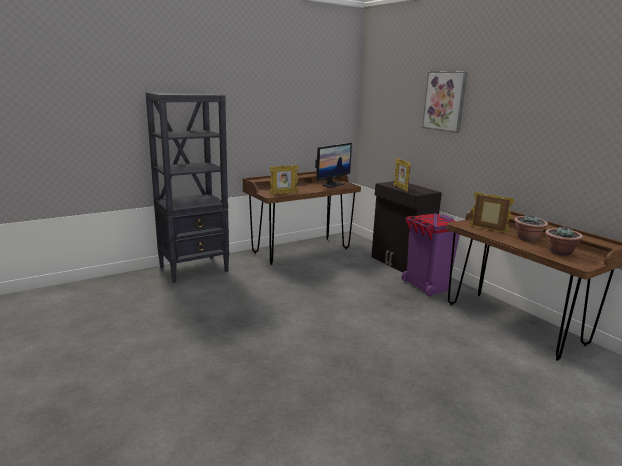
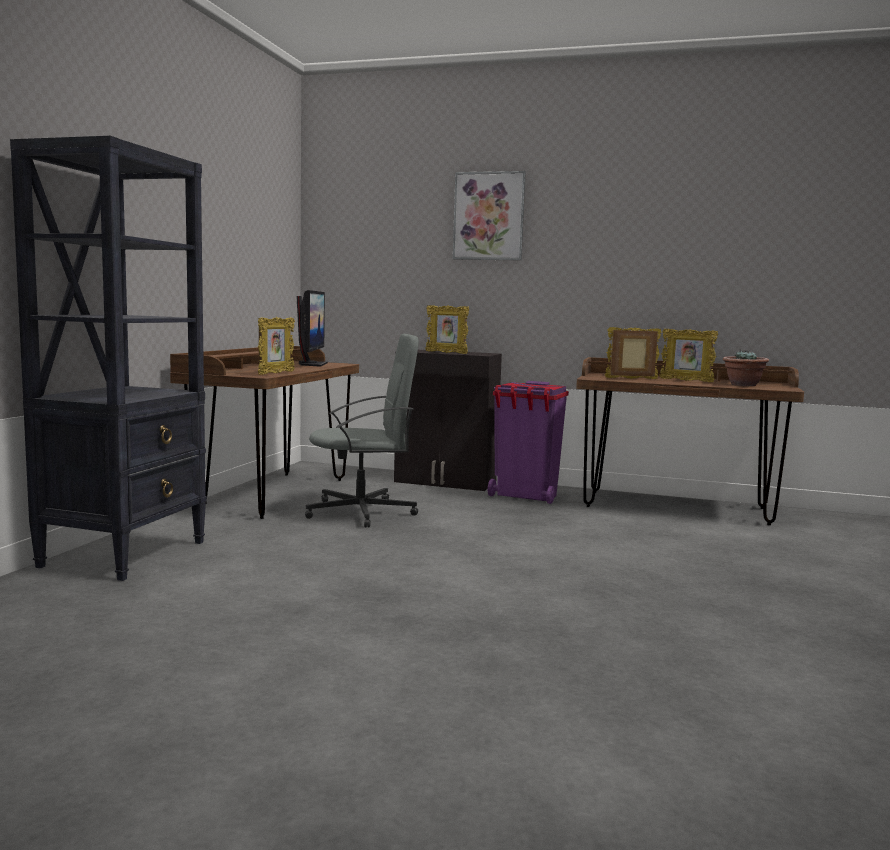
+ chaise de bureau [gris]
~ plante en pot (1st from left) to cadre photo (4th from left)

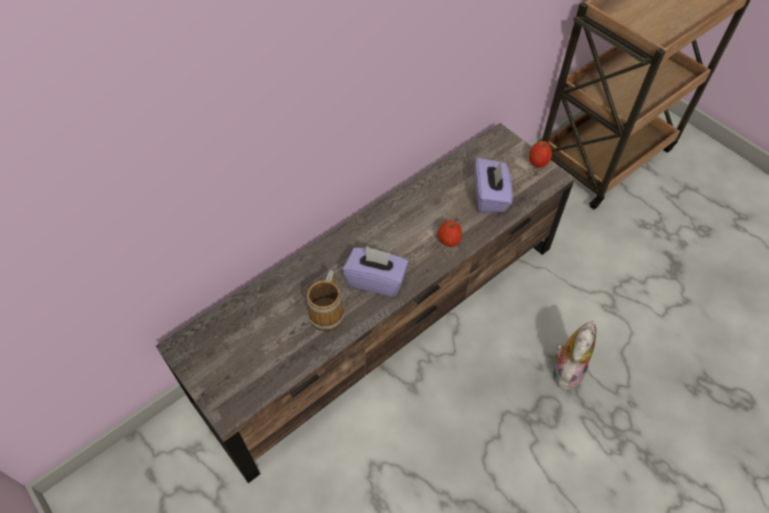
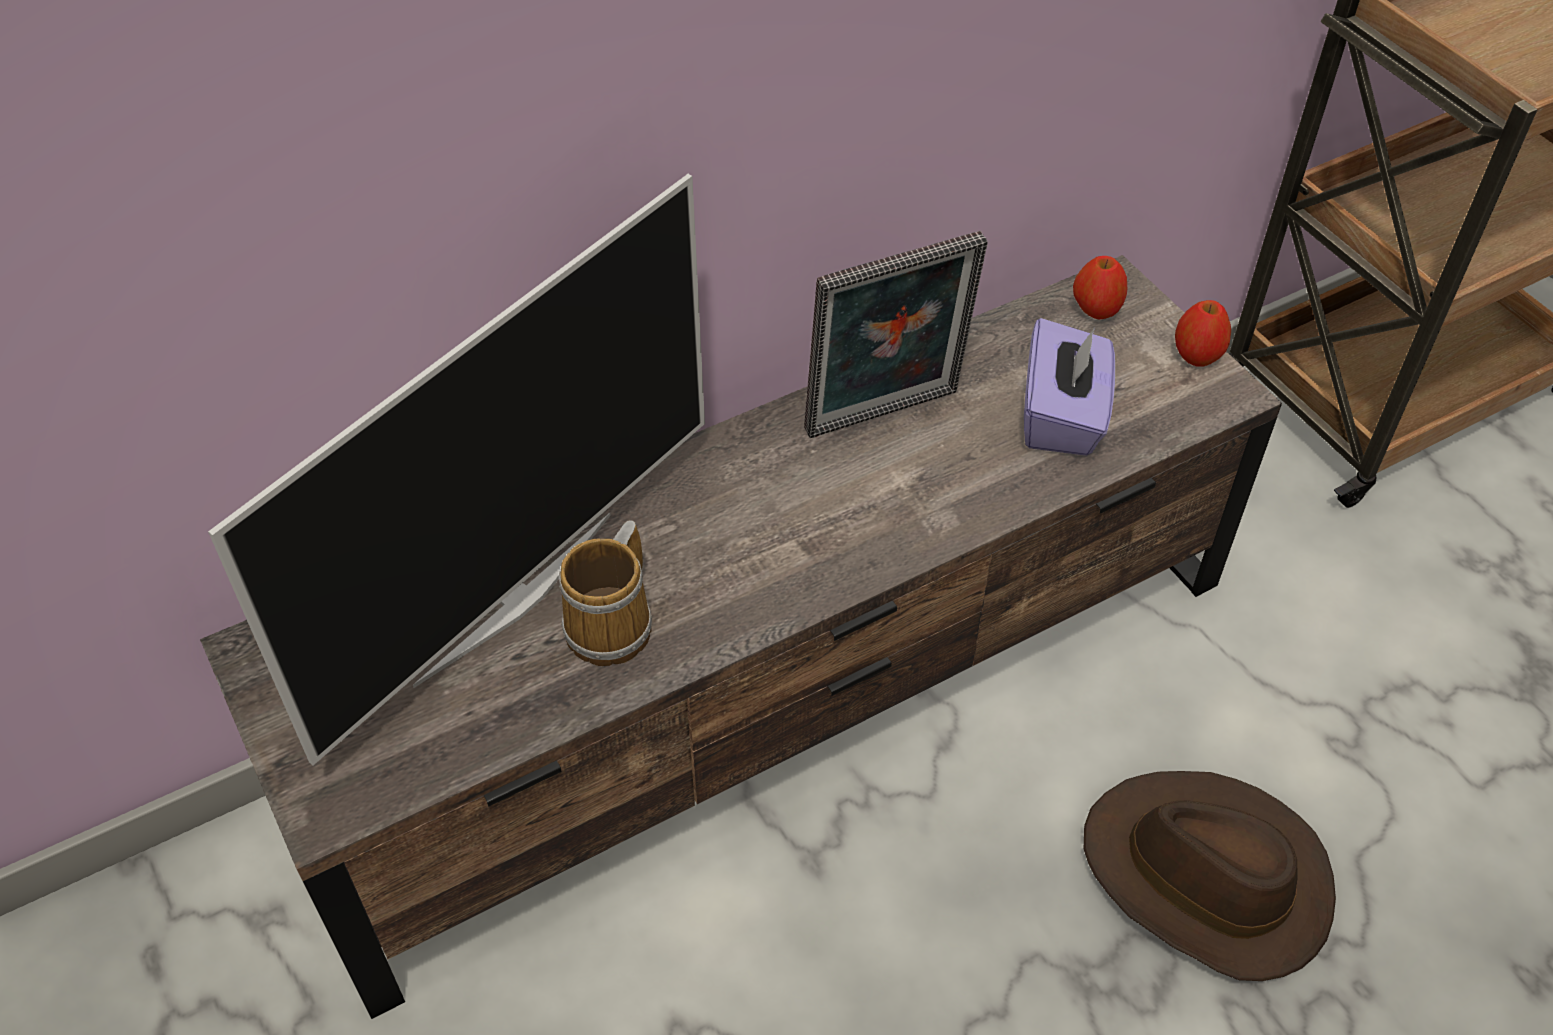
+ téléviseur
+ cadre photo
~ pomme (1st from left)
~ peluche to chapeau [marron]
- boîte à mouchoirs [violet] (1st from left)

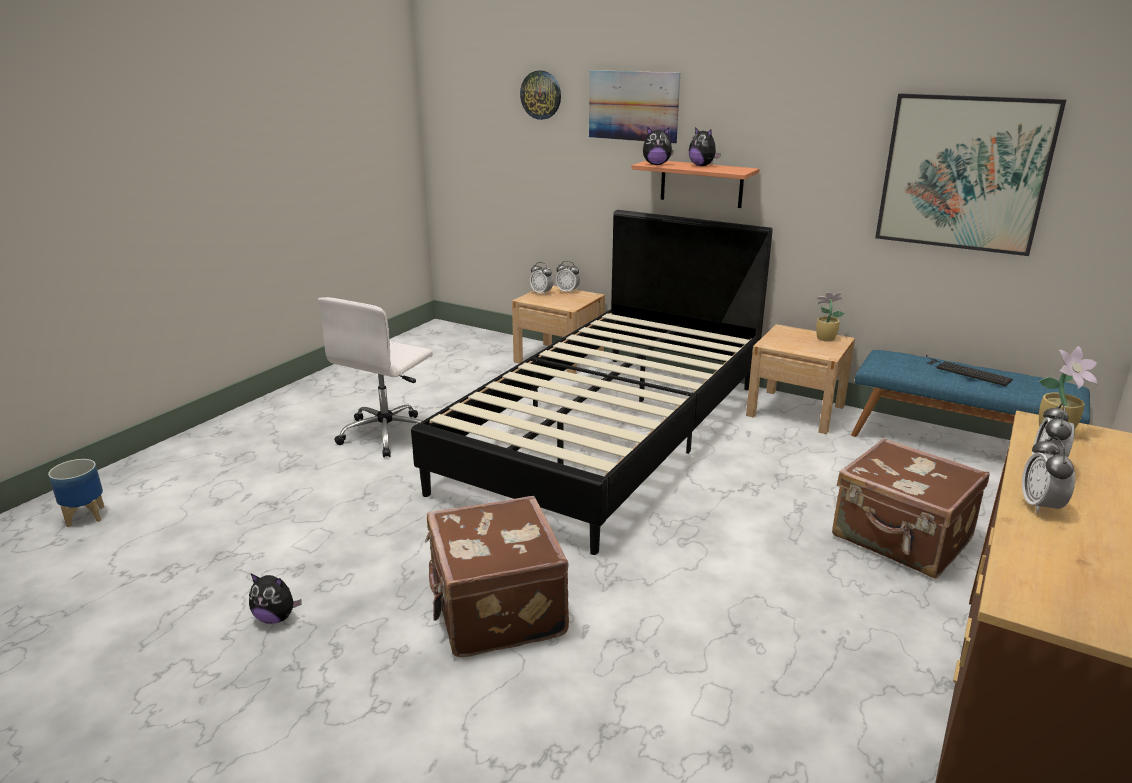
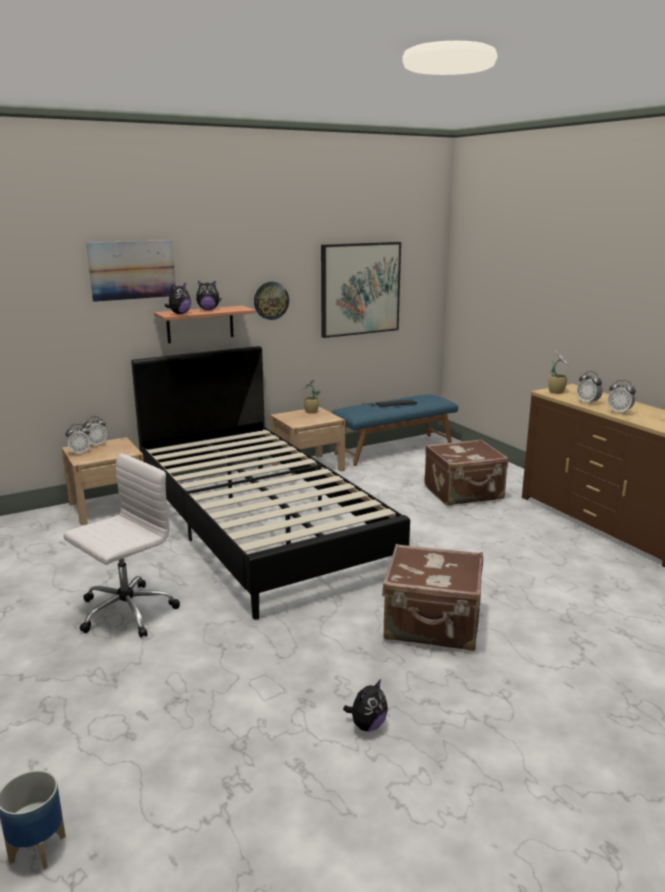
~ chaise de bureau [blanc] 105 degrees counterclockwise
~ horloge murale

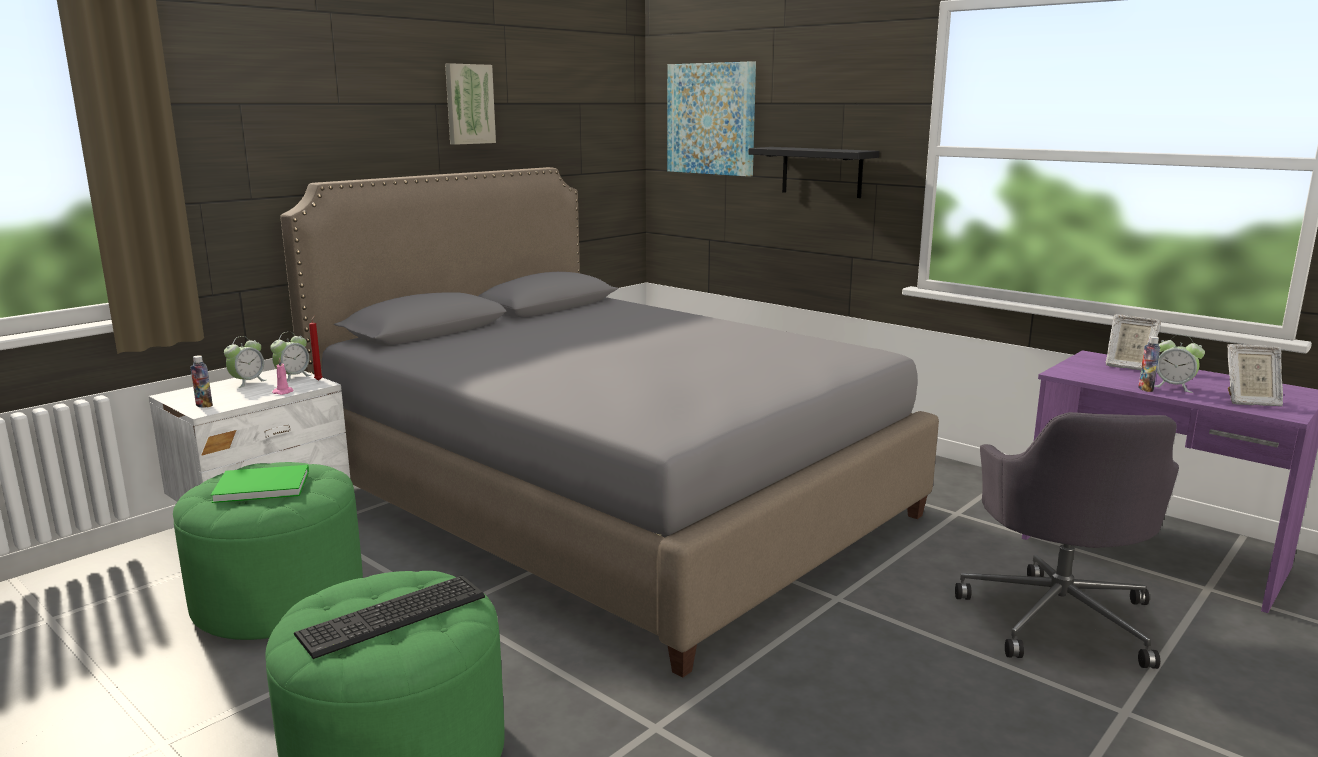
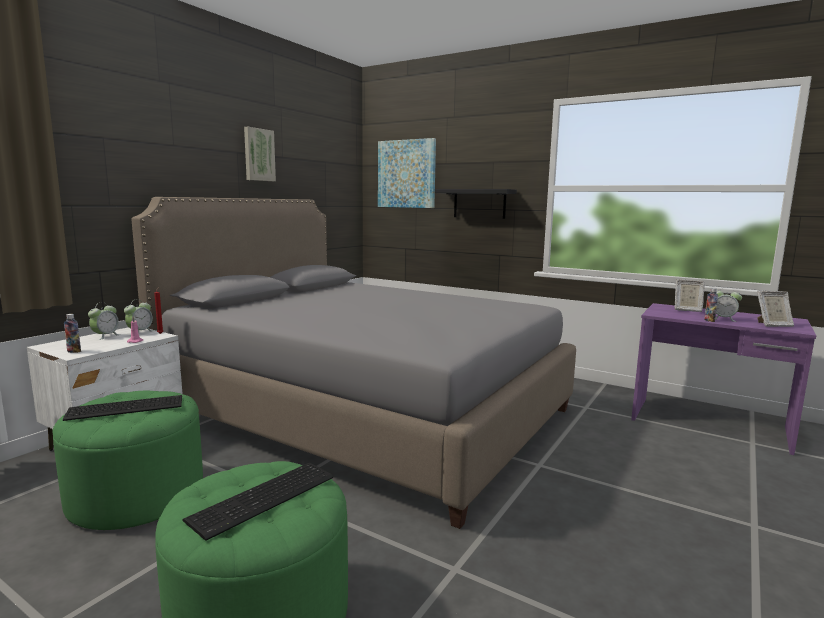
~ livre [vert] to clavier (1st from left)
- chaise de bureau [gris]

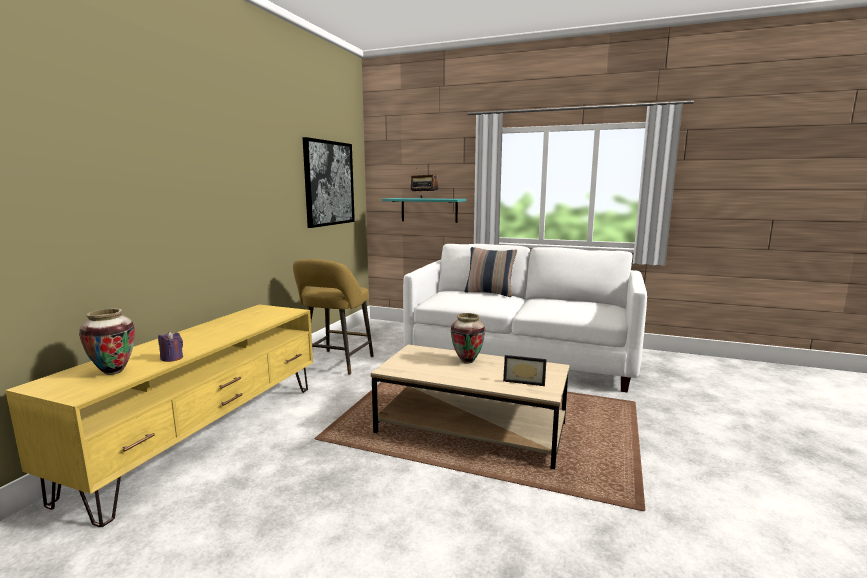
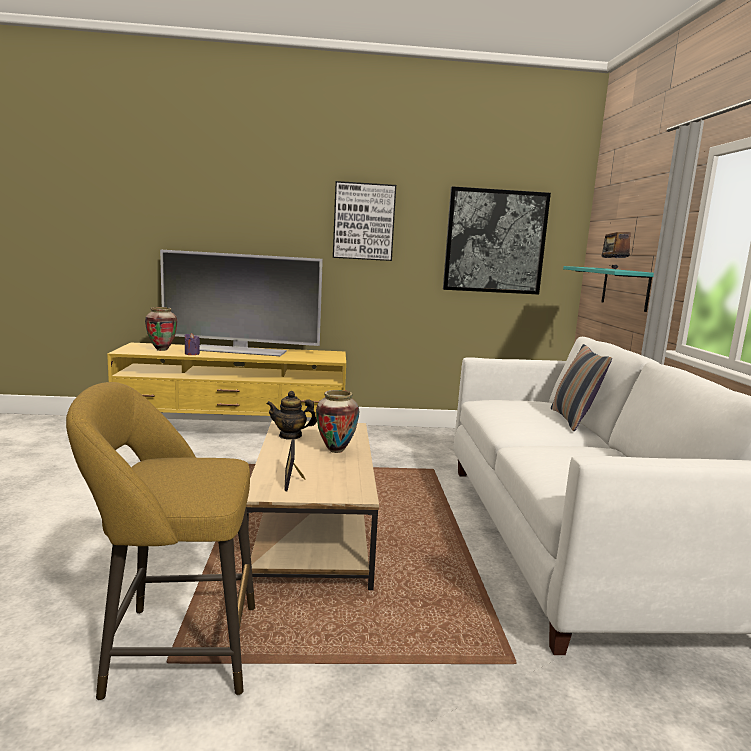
~ tabouret [jaune]
+ téléviseur
+ théière
+ tableau (1st from left)

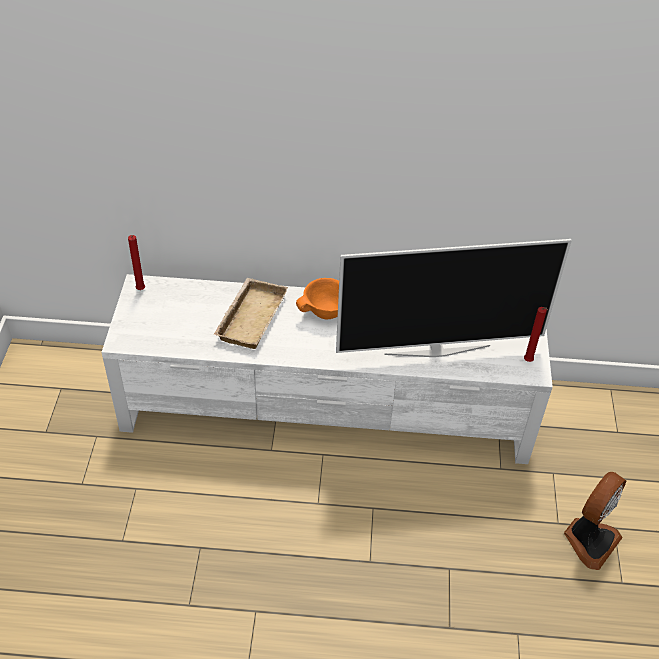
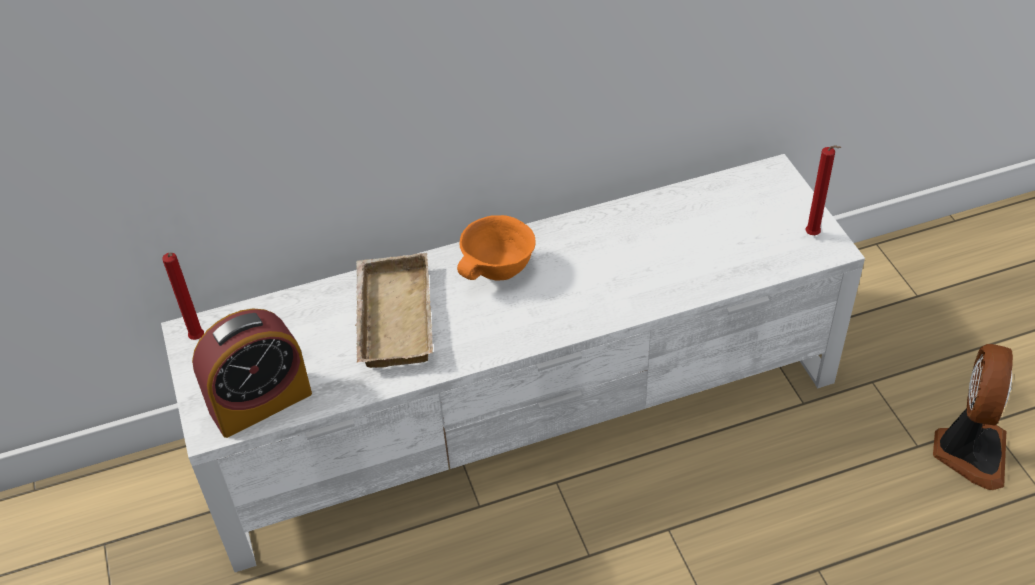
+ réveil
- téléviseur

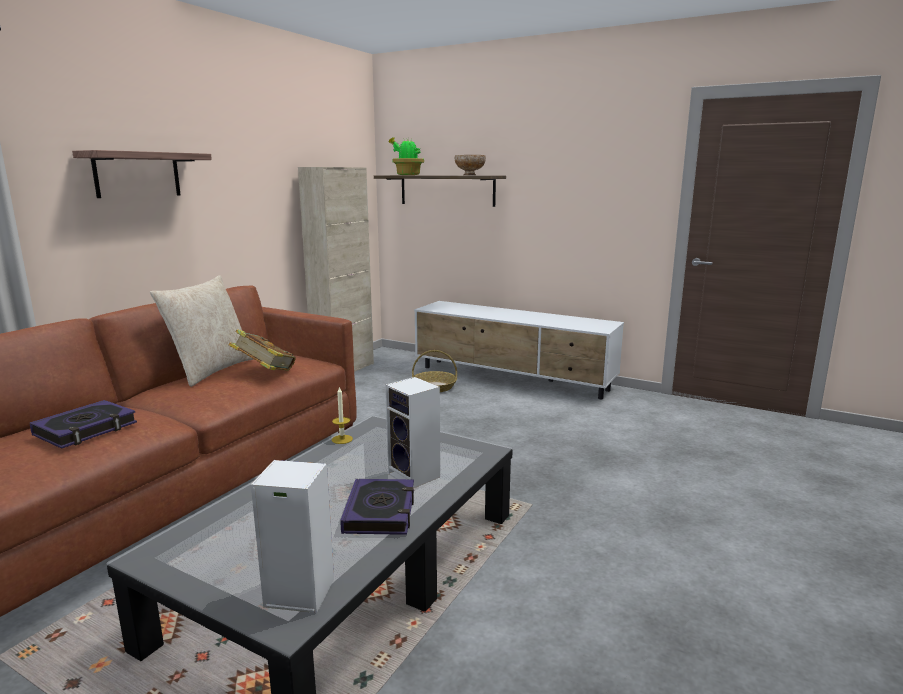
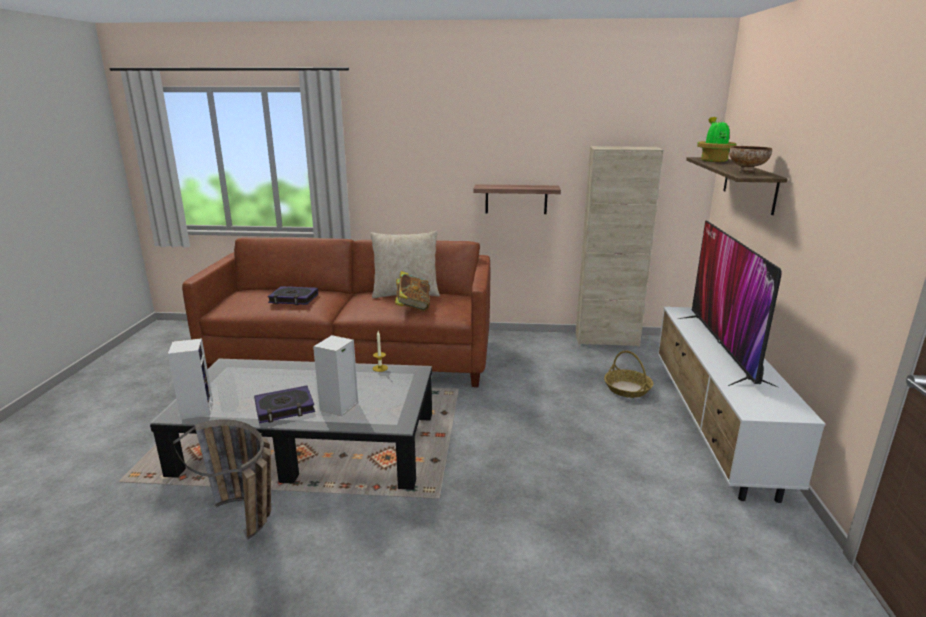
+ panier (1st from left)
~ étagère (1st from left)
+ téléviseur

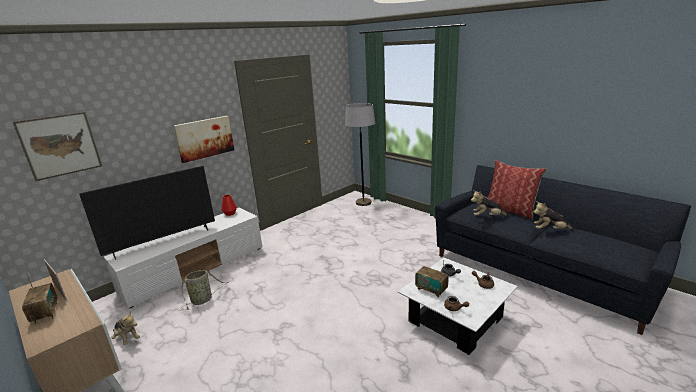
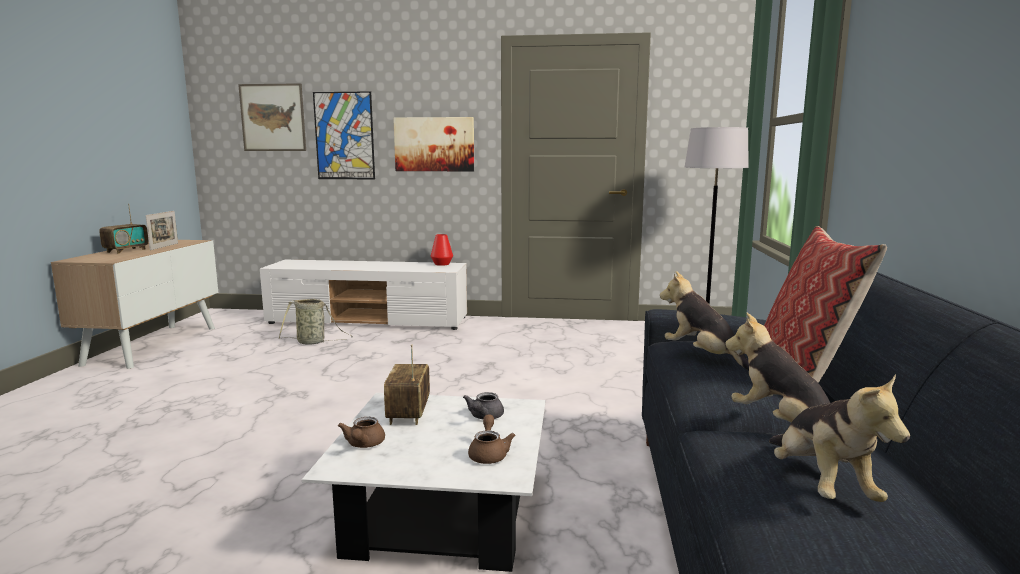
+ tableau (2nd from left)
~ peluche (1st from left in the first image) to peluche (3rd from left)
- téléviseur

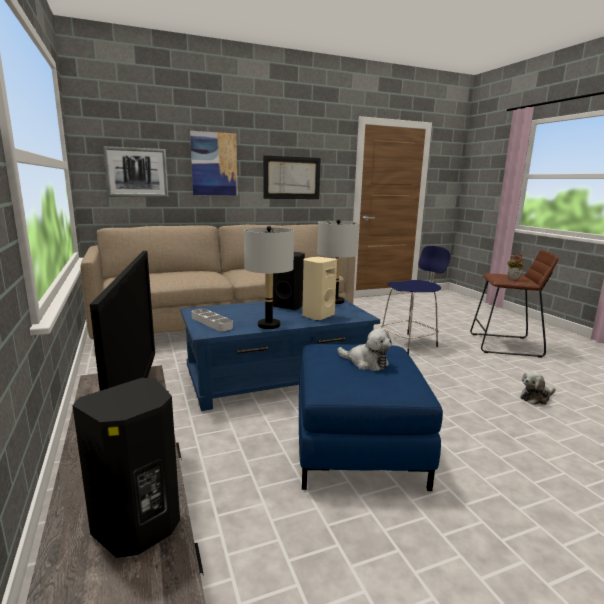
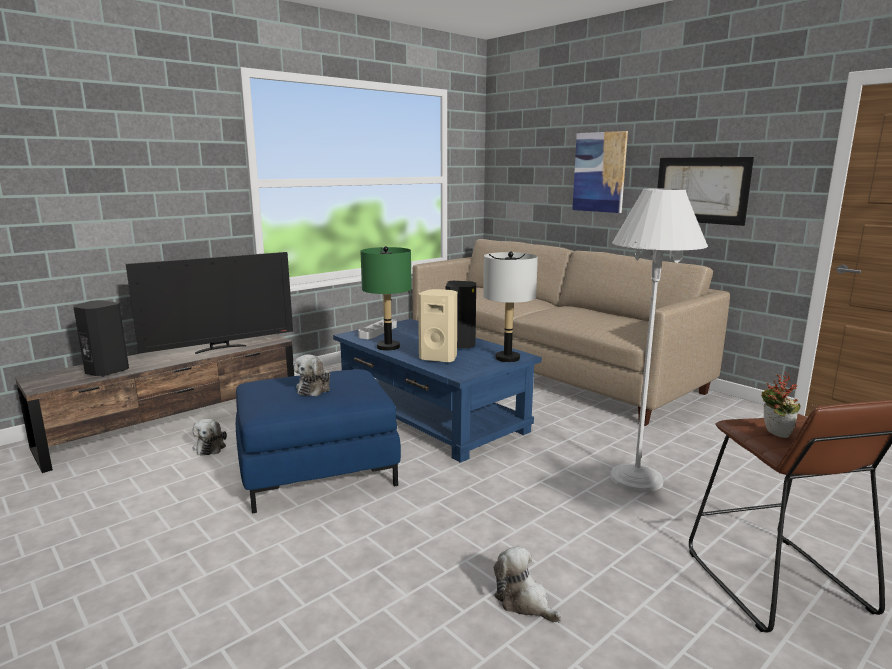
+ peluche (1st from left)
~ lampe de table [gris] (1st from left) to lampe de table [vert]
~ tabouret [bleu] to lampadaire [blanc]
- tableau (1st from left)

